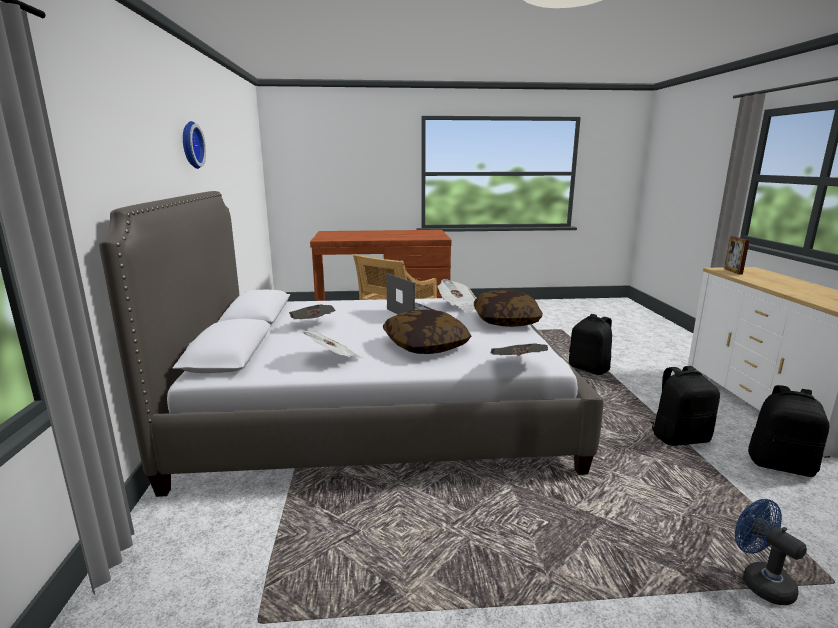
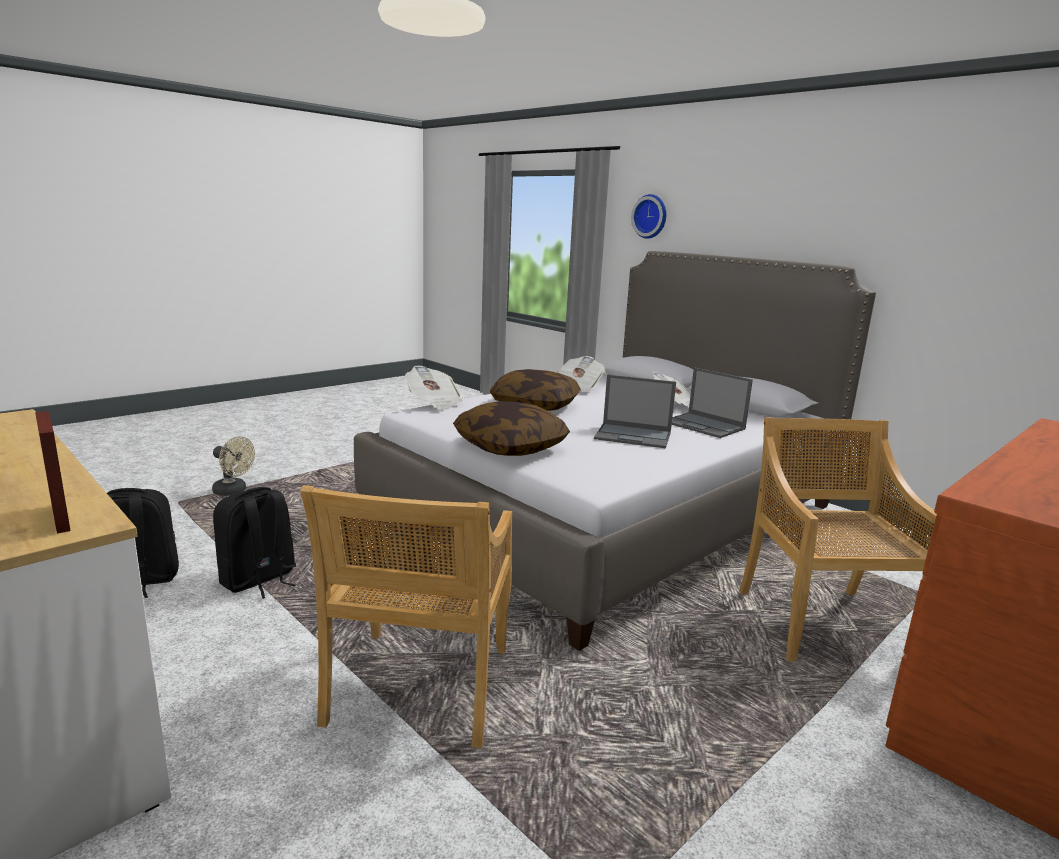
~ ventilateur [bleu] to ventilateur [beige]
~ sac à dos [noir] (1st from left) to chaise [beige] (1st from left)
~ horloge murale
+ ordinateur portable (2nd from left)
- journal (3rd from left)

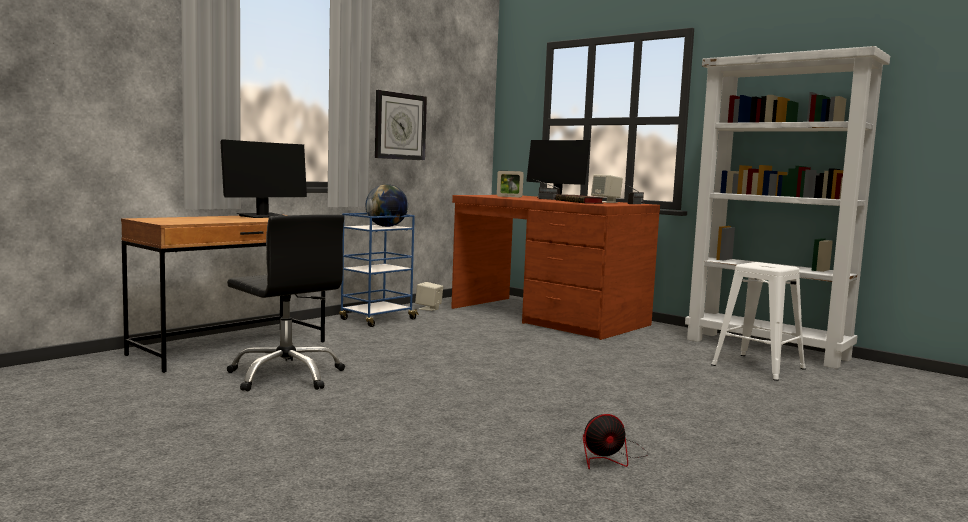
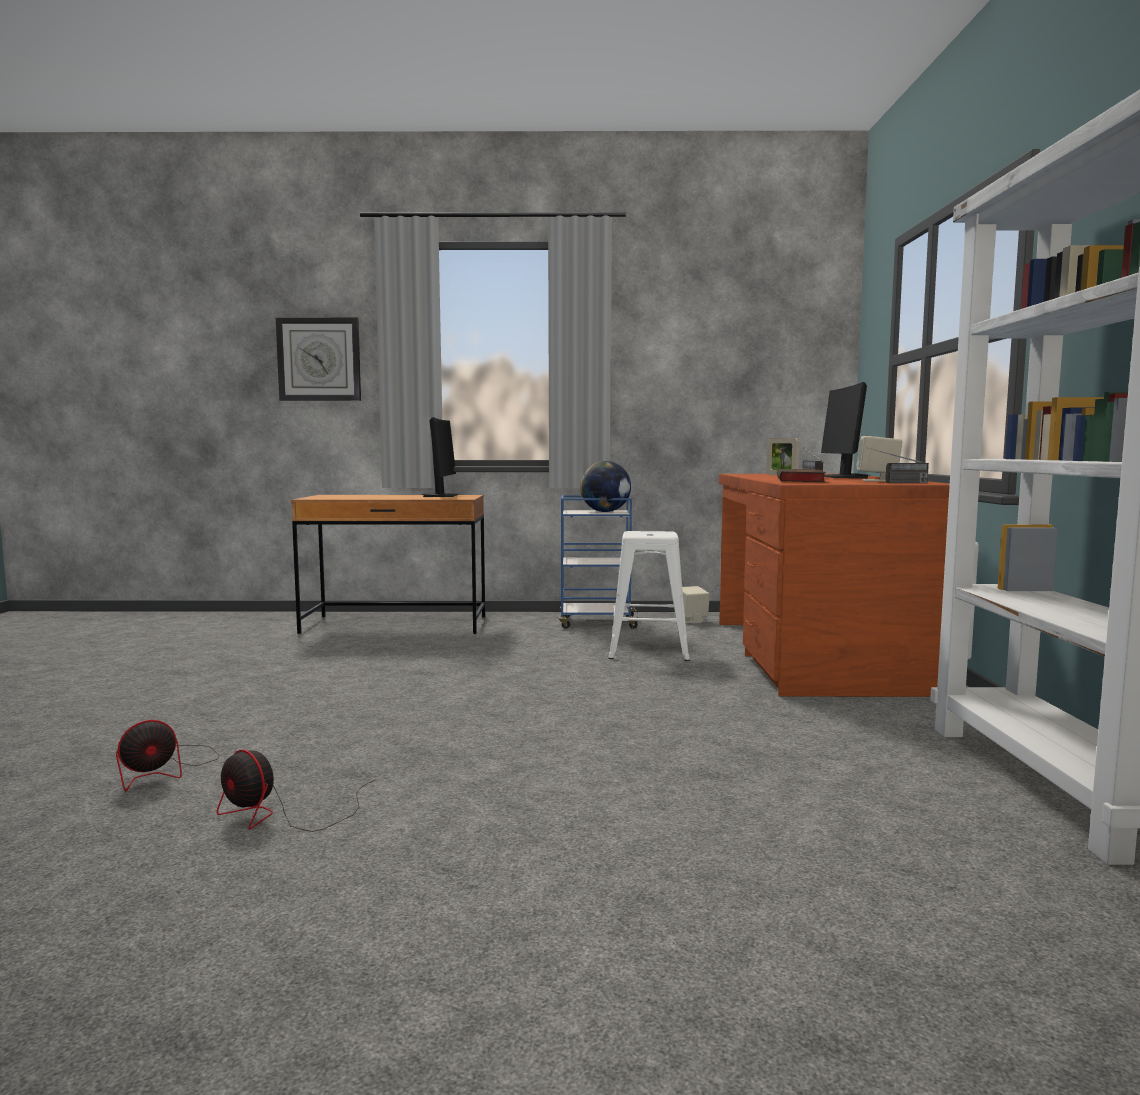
+ ventilateur (1st from left)
~ horloge murale
~ écran d'ordinateur (1st from left) 90 degrees counterclockwise
~ tabouret [blanc]
- chaise de bureau [noir]

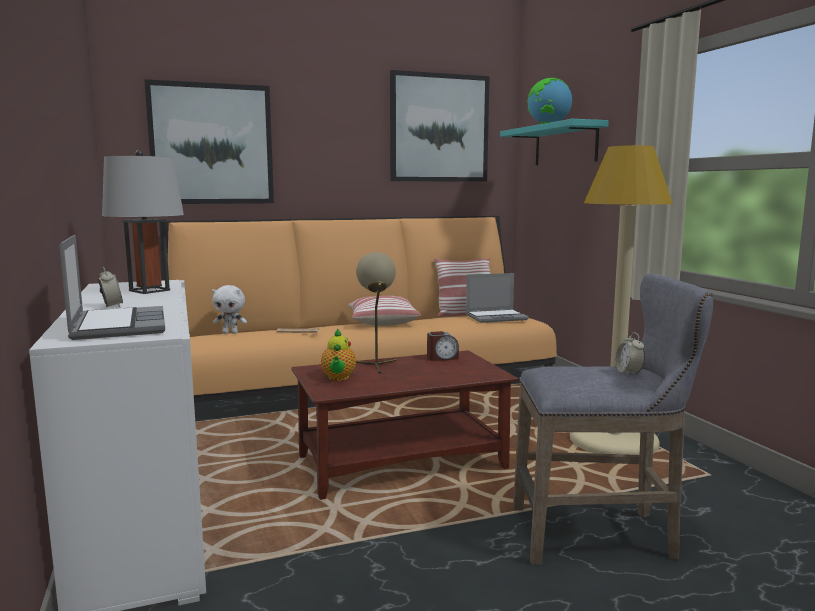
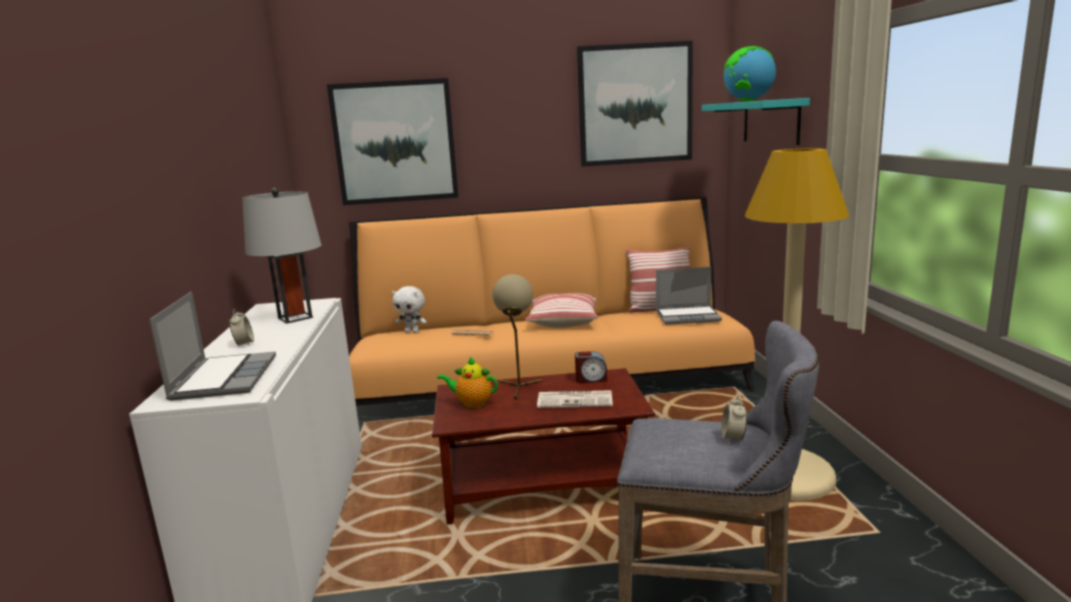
~ théière 90 degrees clockwise
+ journal (2nd from left)

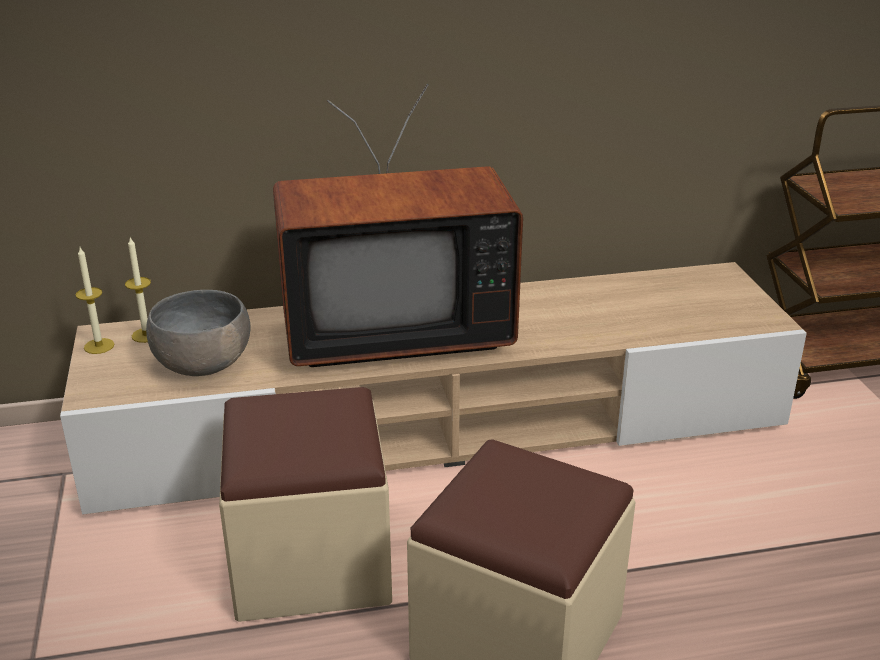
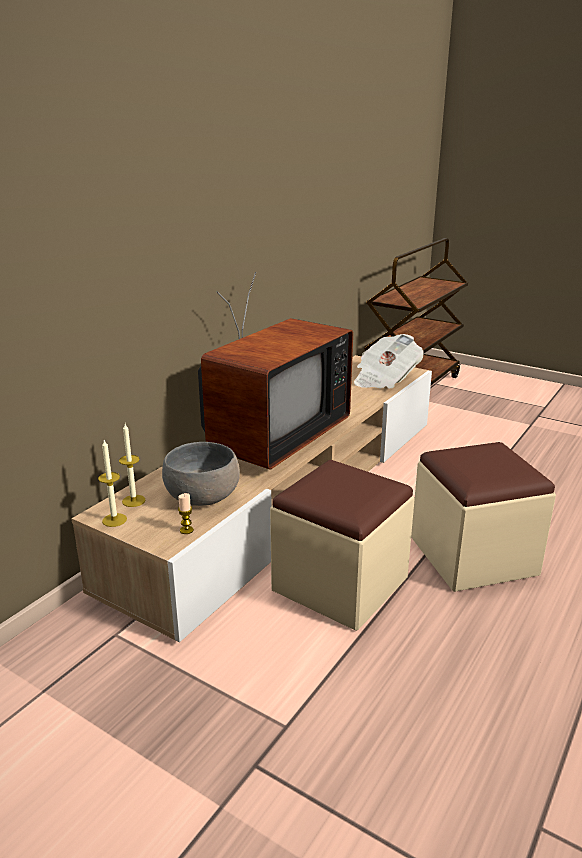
+ bougie (3rd from left)
+ journal

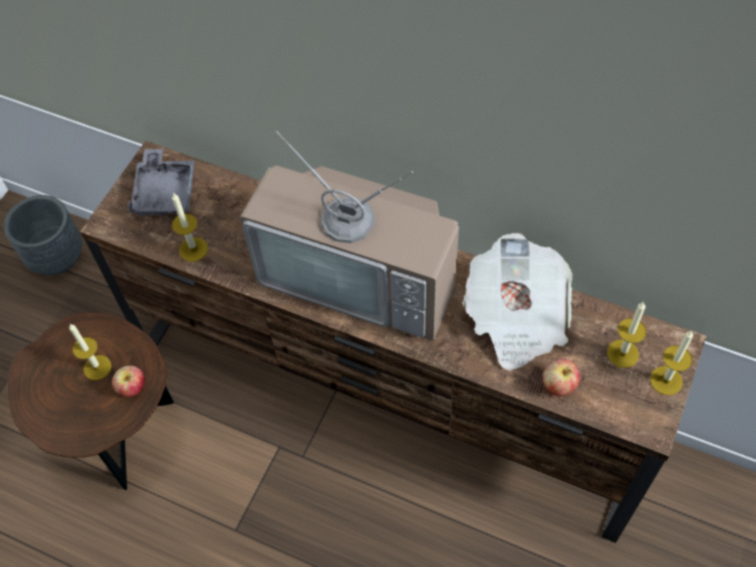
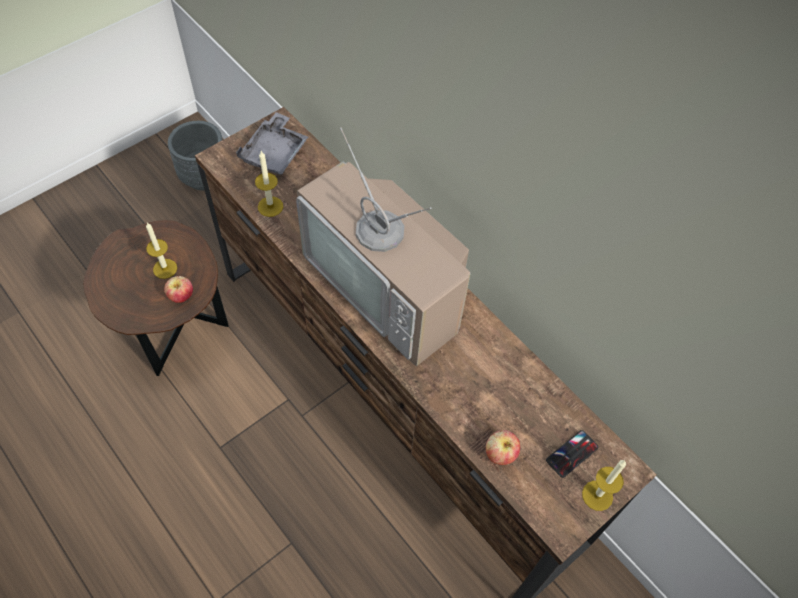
~ bougie (3rd from left) to téléphone
- journal

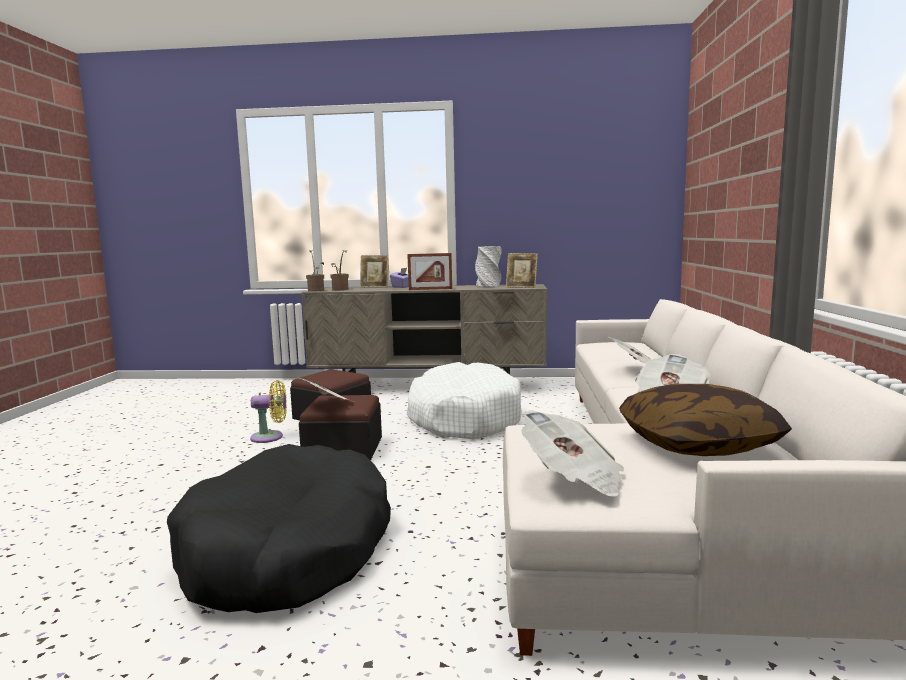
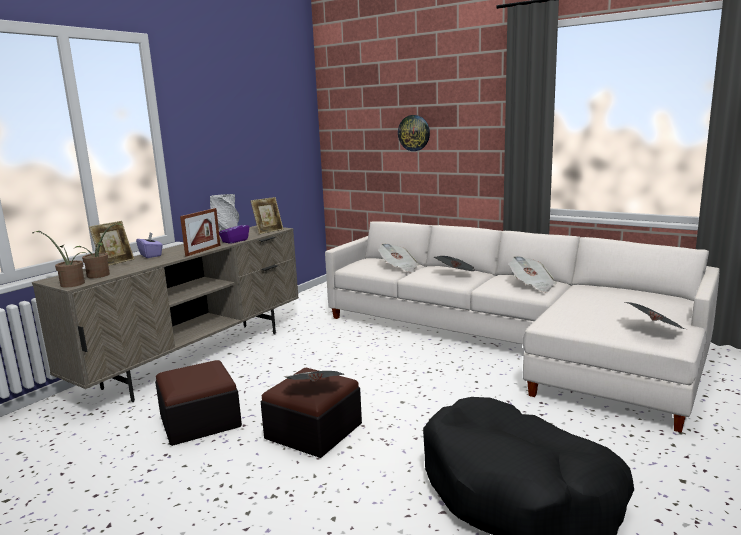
+ boîte à mouchoirs [violet] (2nd from left)
+ journal (2nd from left)
+ horloge murale
- ventilateur [jaune]
- panier pour chien [blanc]
- coussin

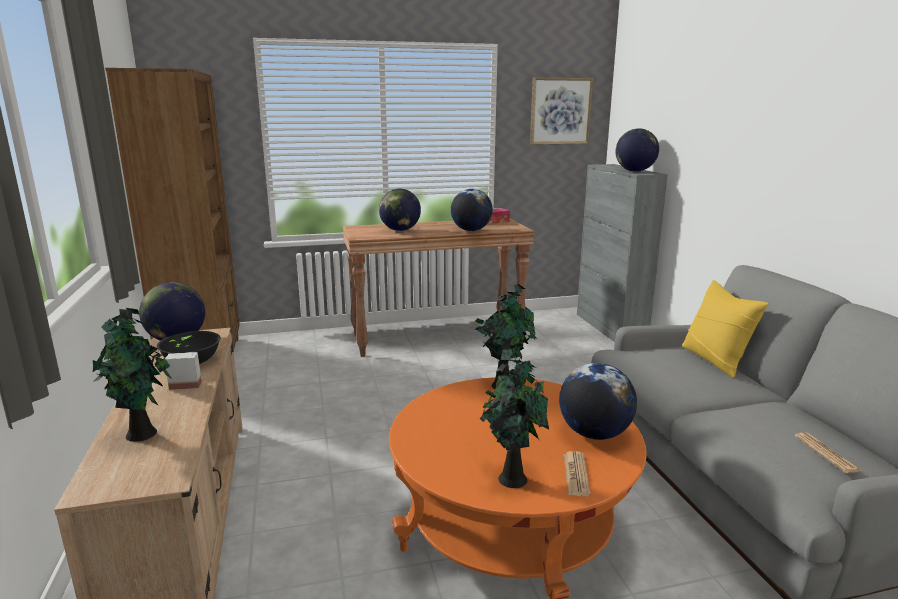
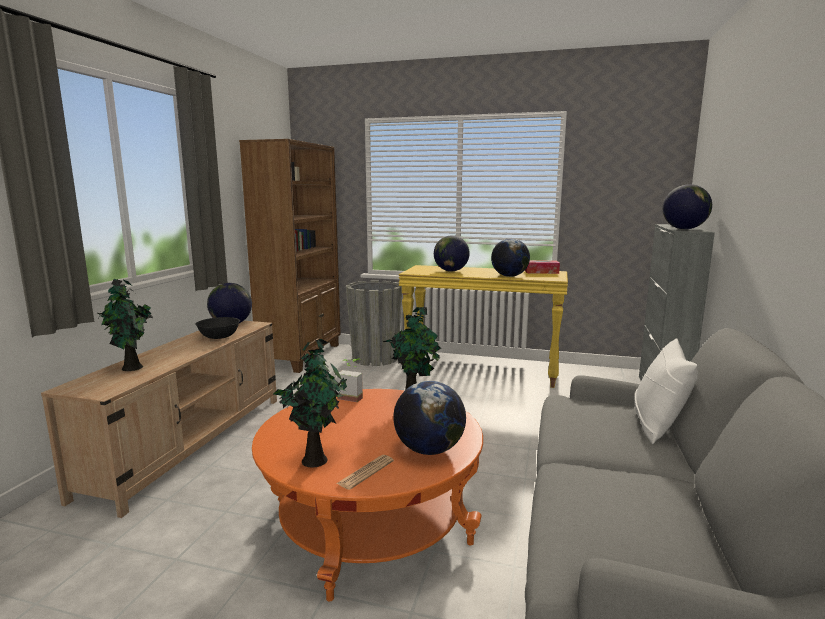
~ plante en pot (2nd from left in the first image) to plante en pot (3rd from left)
+ cache-pot [gris]
~ table console [marron] to table console [jaune]
~ coussin [jaune] to coussin [blanc]
- tableau
- journal (2nd from left)

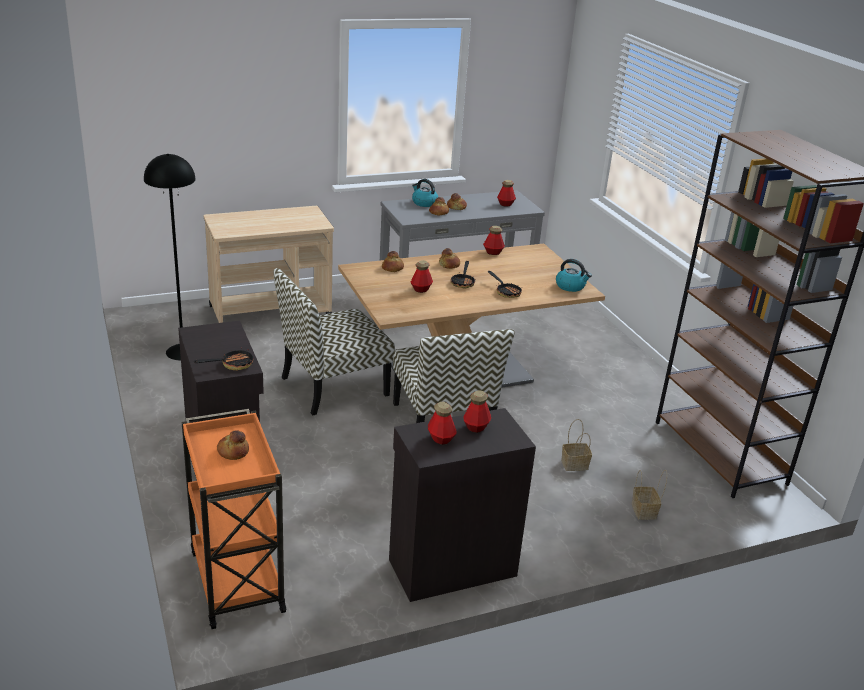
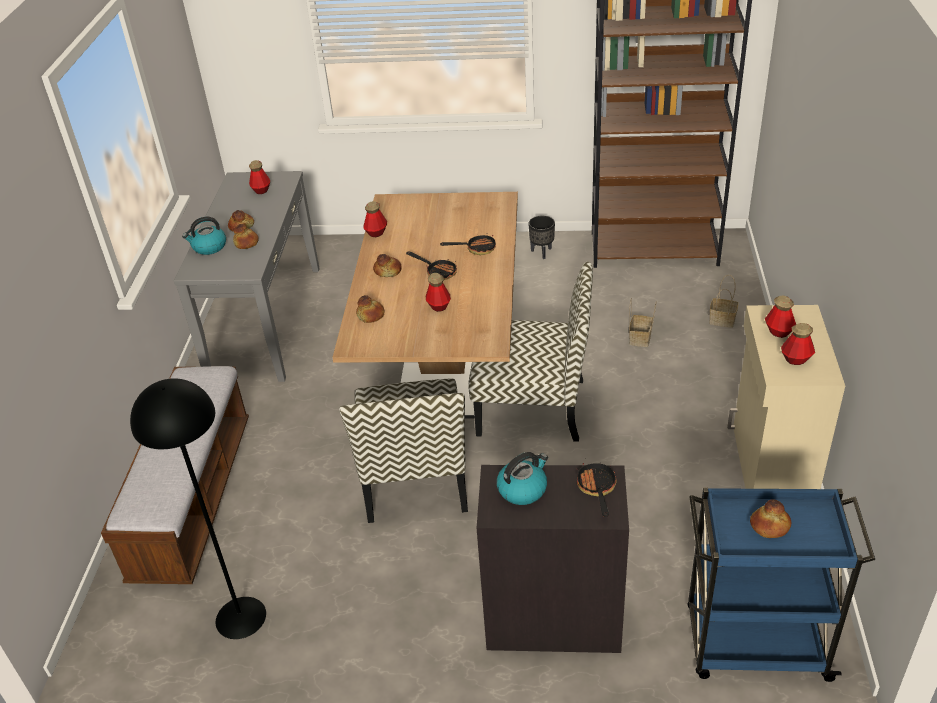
~ chariot [beige] to banc
~ bouilloire (2nd from left)
+ cache-pot [noir]
~ chariot [orange] to chariot [bleu]
~ meuble de rangement [noir] (2nd from left) to meuble de rangement [beige]

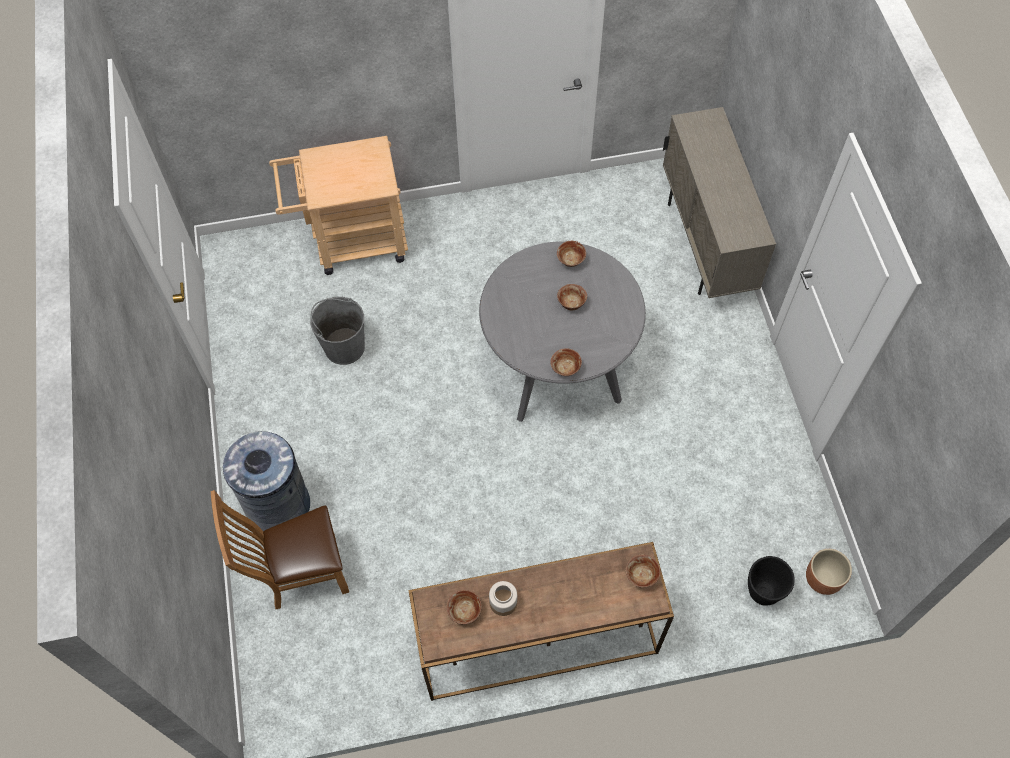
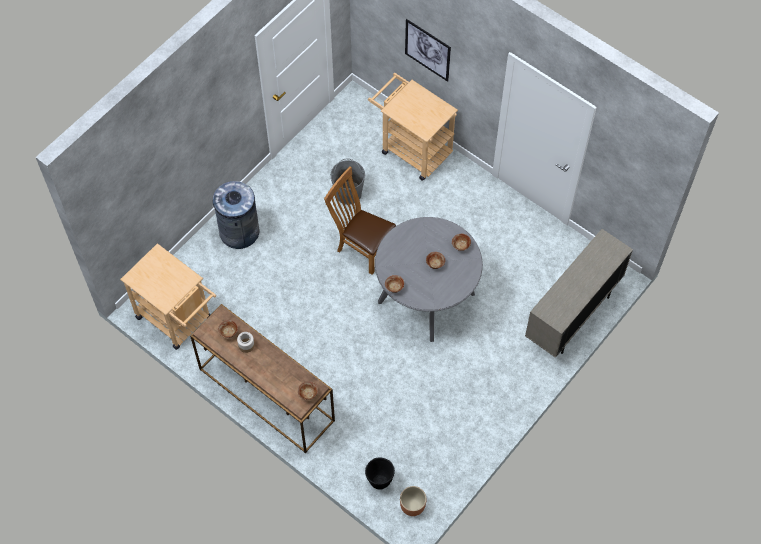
+ chariot [beige] (1st from left)
~ chaise [marron]
+ tableau

